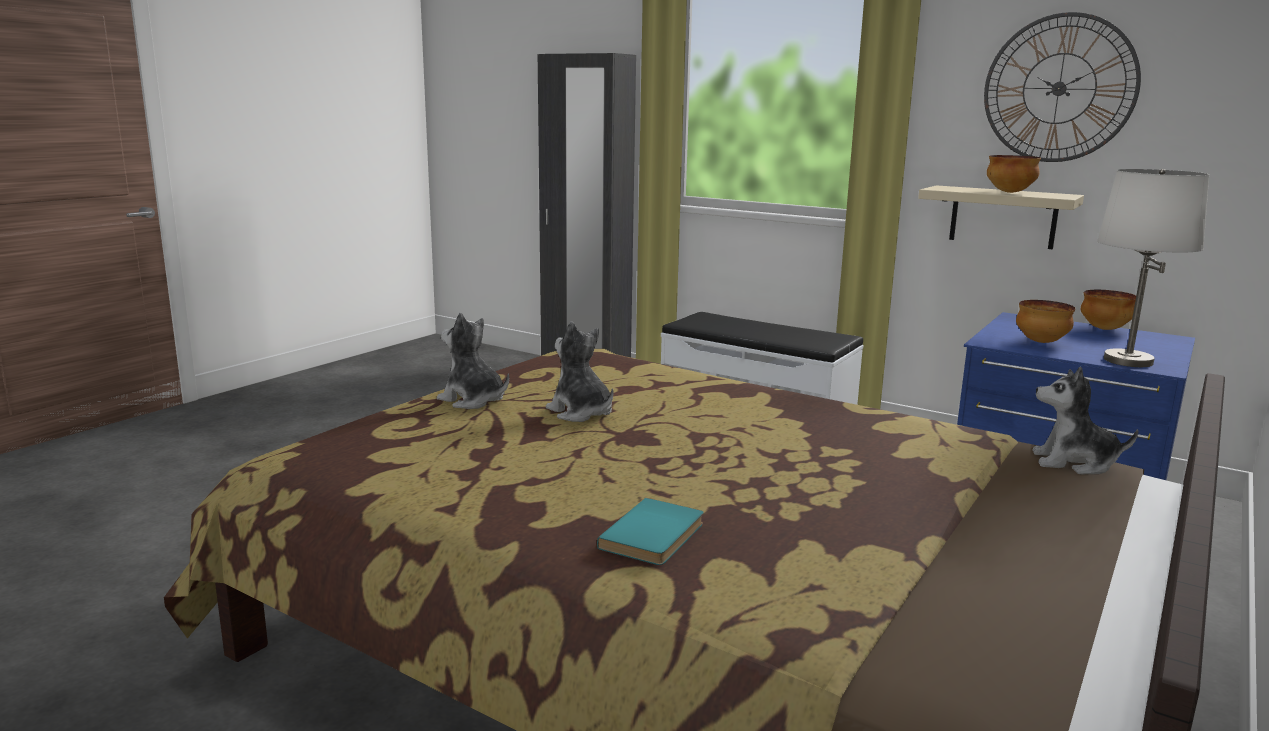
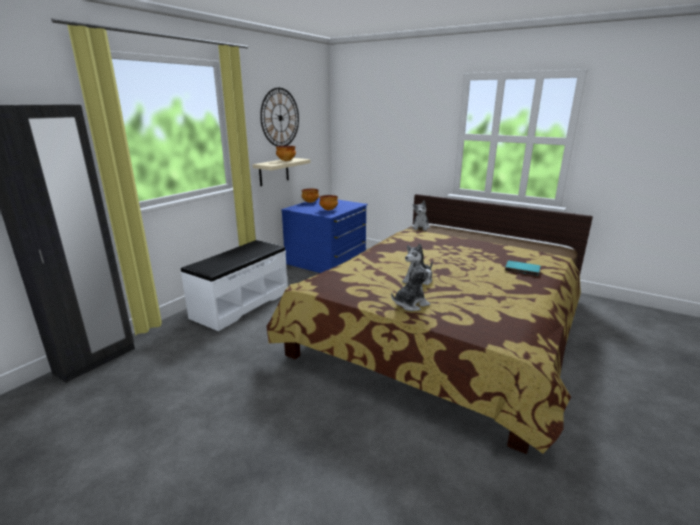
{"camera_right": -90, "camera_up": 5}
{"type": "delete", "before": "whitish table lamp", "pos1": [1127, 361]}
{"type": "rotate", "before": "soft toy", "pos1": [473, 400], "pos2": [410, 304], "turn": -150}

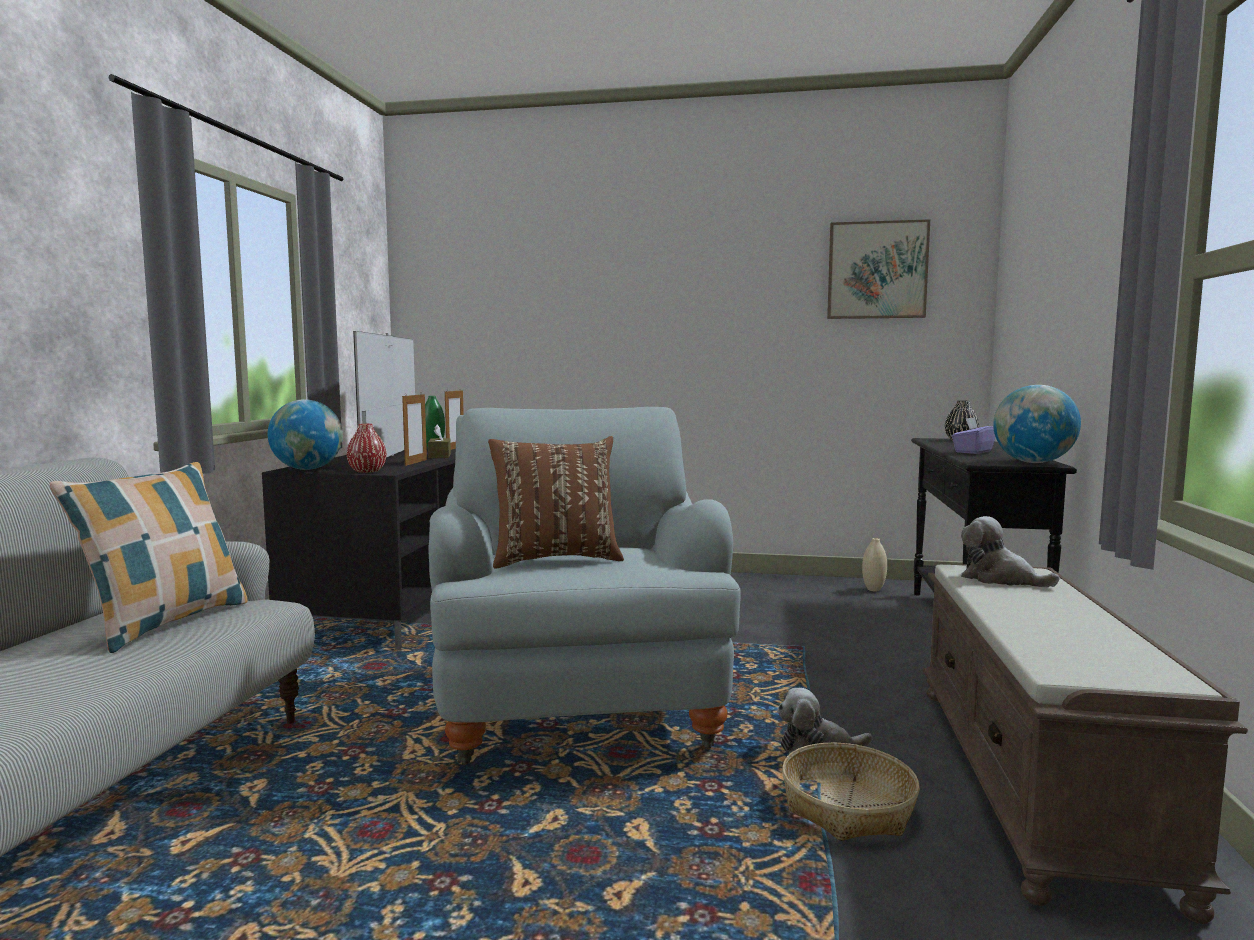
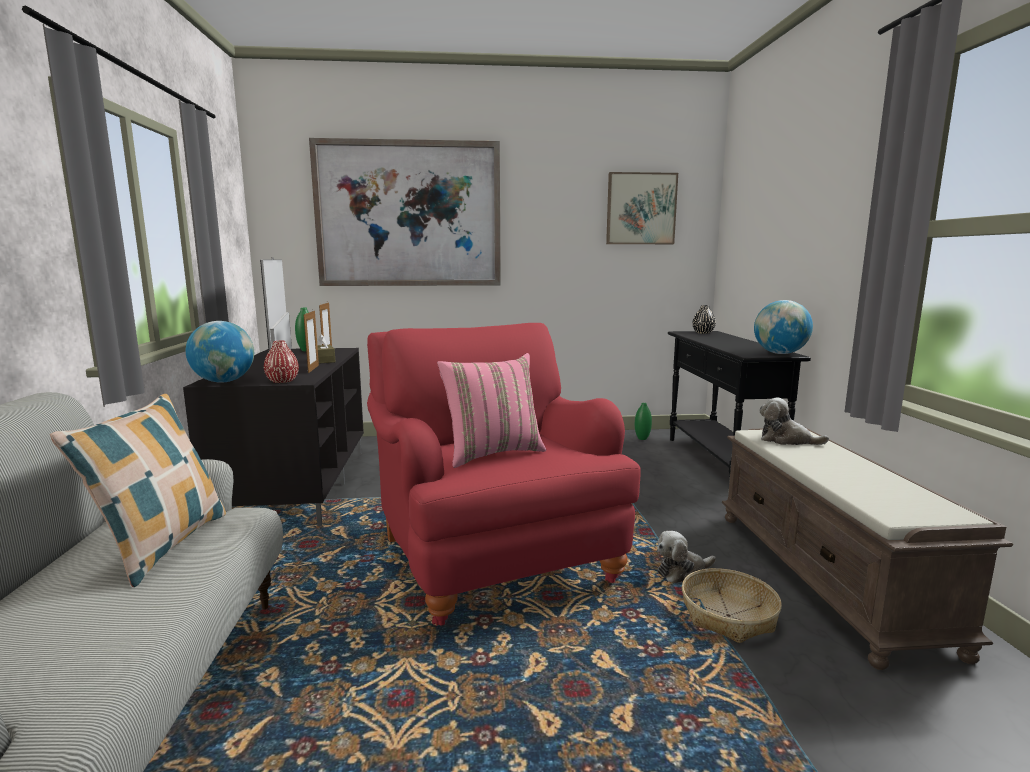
{"camera_right": -15, "camera_up": 5}
{"type": "recolor", "before": "grey easy chair", "after": "red easy chair", "pos1": [578, 700], "pos2": [491, 554]}
{"type": "delete", "before": "purplish tissue box", "pos1": [972, 452]}
{"type": "recolor", "before": "brown pillow", "after": "pink pillow", "pos1": [555, 559], "pos2": [492, 453]}
{"type": "recolor", "before": "beige-coloured decorative vase", "after": "green-coloured decorative vase", "pos1": [873, 589], "pos2": [642, 438]}
{"type": "insert", "after": "picture", "pos2": [409, 215]}

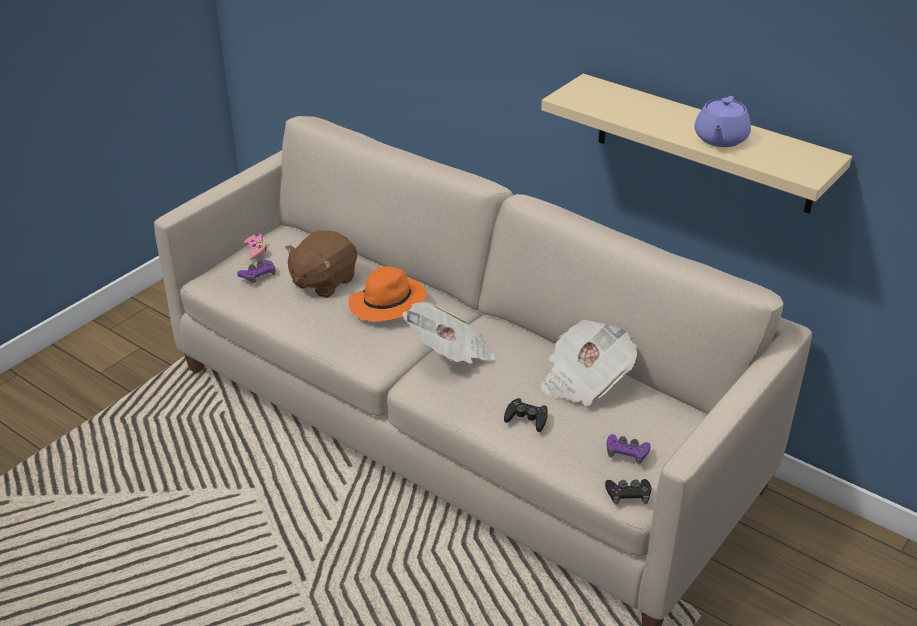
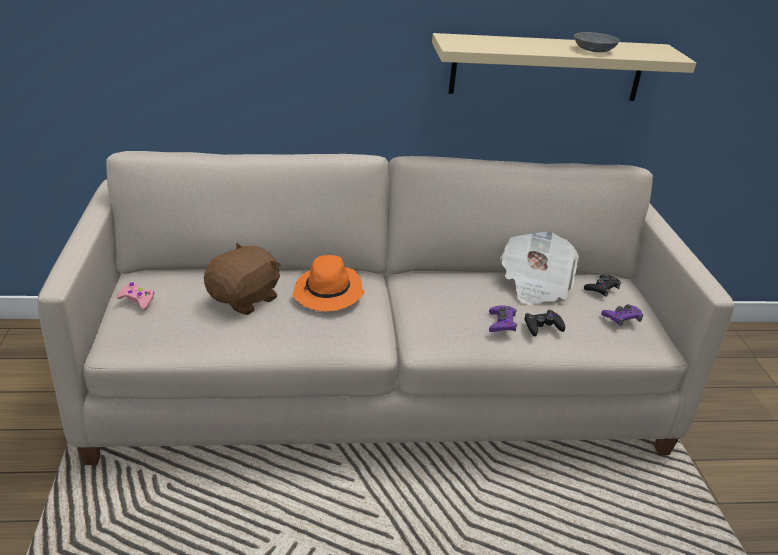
{"camera_right": -45, "camera_up": -5}
{"type": "replace", "before": "purplish pot for tea", "after": "grey serving bowl", "pos1": [720, 139], "pos2": [594, 50]}
{"type": "rotate", "before": "brown soft toy", "pos1": [323, 282], "pos2": [245, 299], "turn": -135}
{"type": "move", "before": "purplish game controller", "pos1": [258, 274], "pos2": [502, 323]}
{"type": "delete", "before": "daily paper", "pos1": [450, 353]}
{"type": "move", "before": "black-coloured game controller", "pos1": [628, 494], "pos2": [602, 288]}

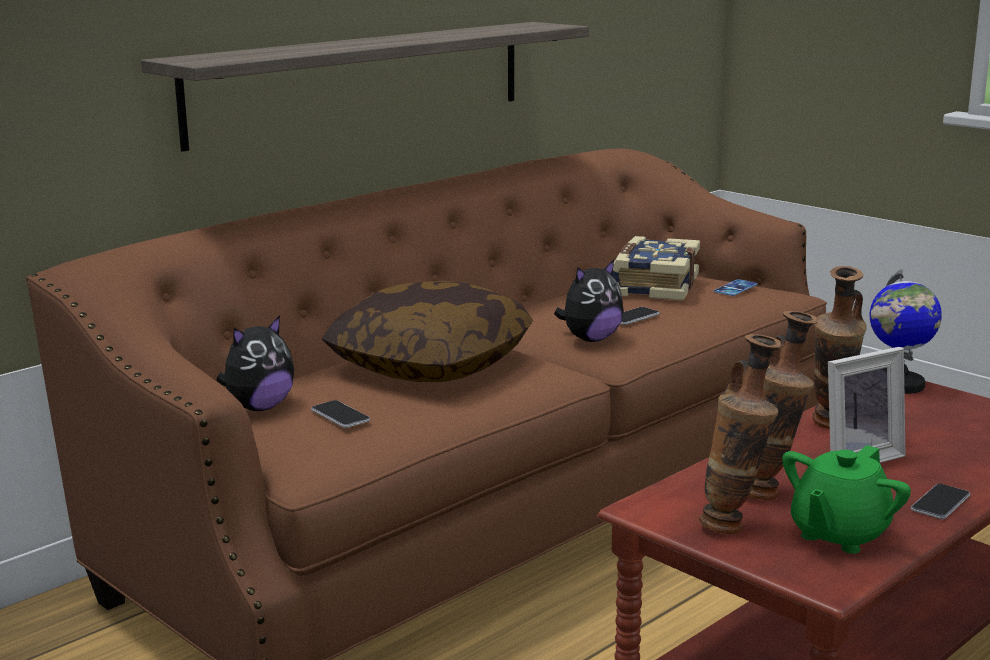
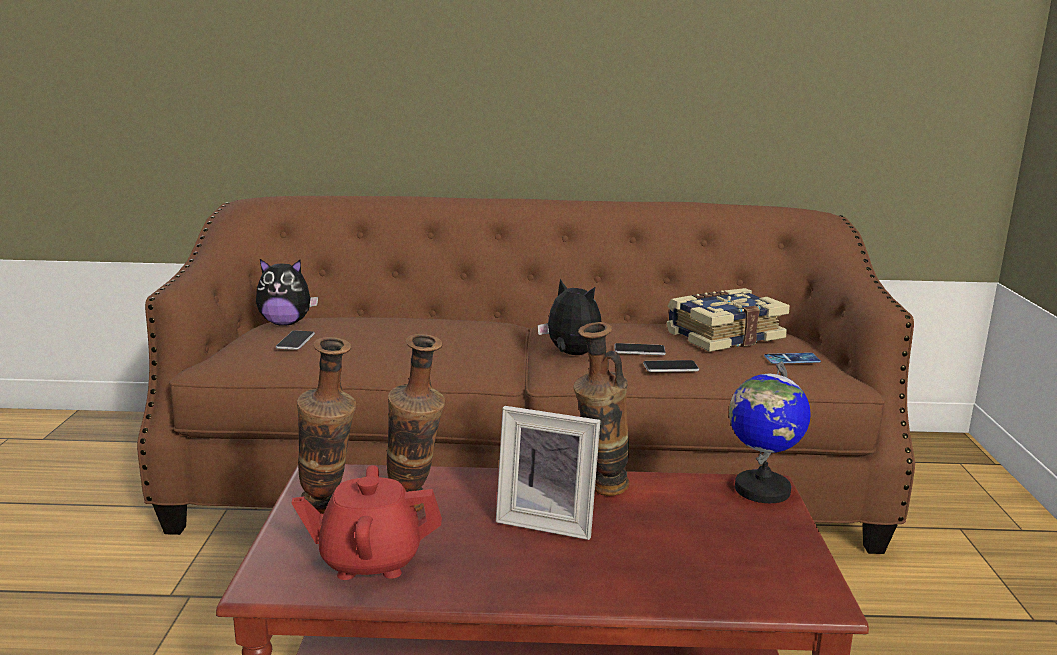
{"camera_right": 45, "camera_up": 0}
{"type": "delete", "before": "bracket shelf", "pos1": [362, 81]}
{"type": "rotate", "before": "soft toy", "pos1": [590, 339], "pos2": [571, 354], "turn": -150}
{"type": "delete", "before": "pillow", "pos1": [430, 364]}
{"type": "recolor", "before": "green-coloured pot for tea", "after": "red pot for tea", "pos1": [839, 534], "pos2": [370, 561]}
{"type": "move", "before": "telephone", "pos1": [940, 503], "pos2": [670, 367]}

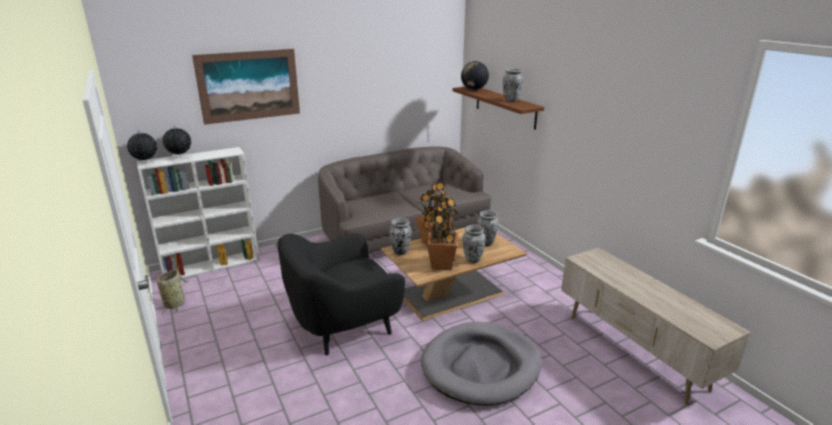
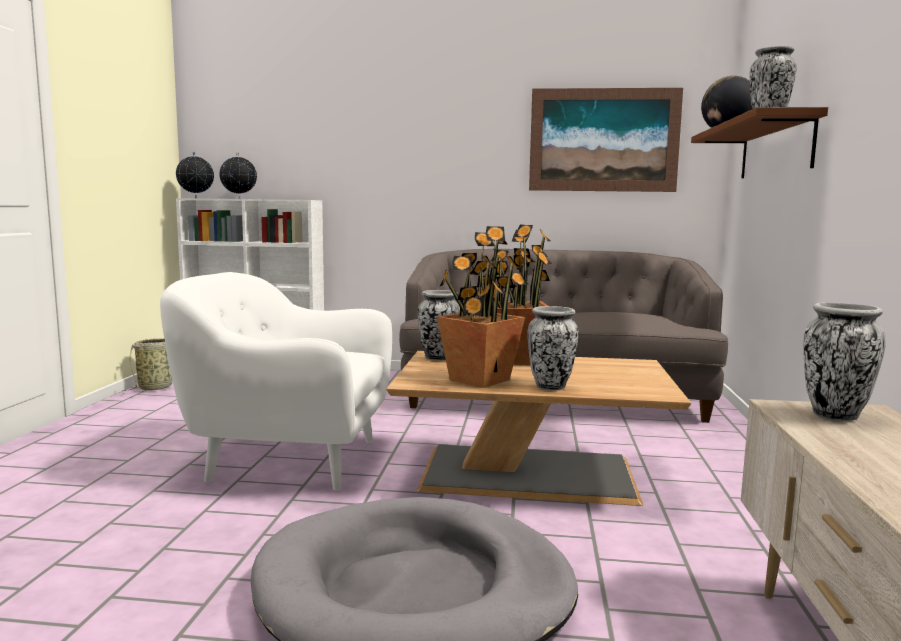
{"camera_right": 35, "camera_up": -15}
{"type": "move", "before": "picture", "pos1": [249, 85], "pos2": [603, 140]}
{"type": "move", "before": "decorative vase", "pos1": [486, 243], "pos2": [834, 415]}
{"type": "recolor", "before": "black-coloured easy chair", "after": "whitish easy chair", "pos1": [343, 326], "pos2": [288, 459]}

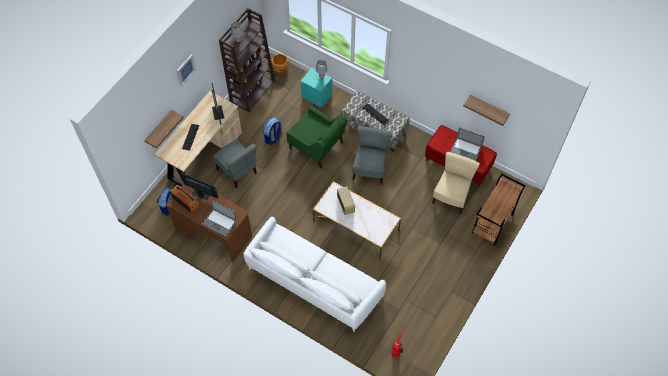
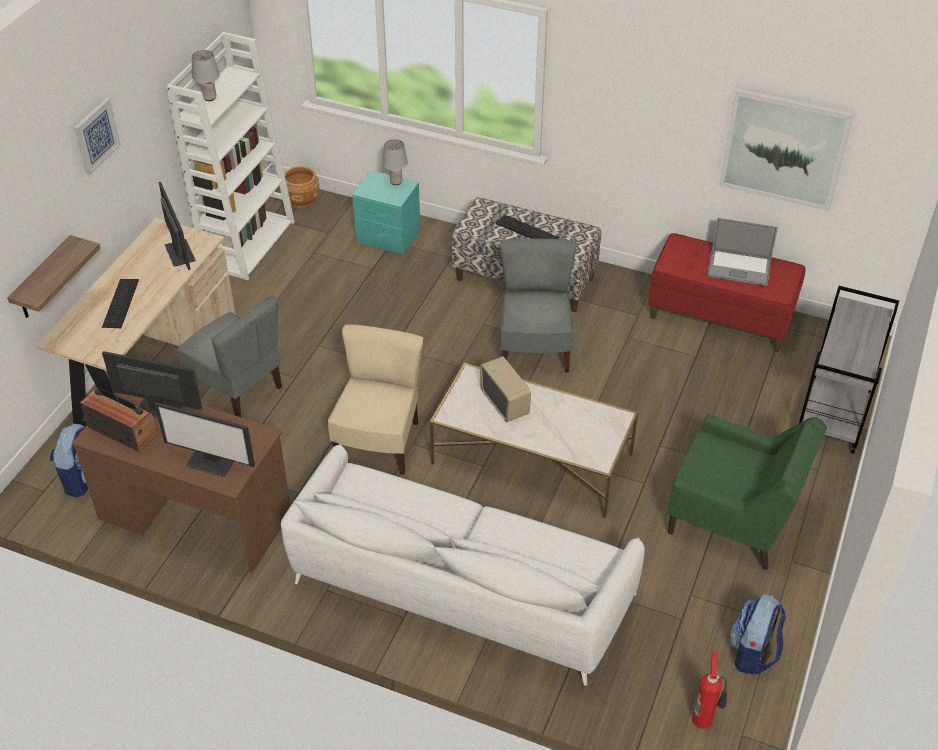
{"camera_right": -10, "camera_up": -15}
{"type": "recolor", "before": "brown bookshelf", "after": "whitish bookshelf", "pos1": [252, 91], "pos2": [248, 243]}
{"type": "replace", "before": "bracket shelf", "after": "picture", "pos1": [488, 108], "pos2": [784, 149]}
{"type": "move", "before": "green-coloured easy chair", "pos1": [317, 146], "pos2": [734, 518]}
{"type": "move", "before": "knapsack", "pos1": [273, 137], "pos2": [753, 653]}
{"type": "move", "before": "beige-coloured upright chair", "pos1": [451, 196], "pos2": [379, 442]}
{"type": "recolor", "before": "brown trolley", "after": "grey trolley", "pos1": [492, 224], "pos2": [834, 414]}
{"type": "replace", "before": "laptop", "after": "computer screen", "pos1": [219, 222], "pos2": [212, 461]}

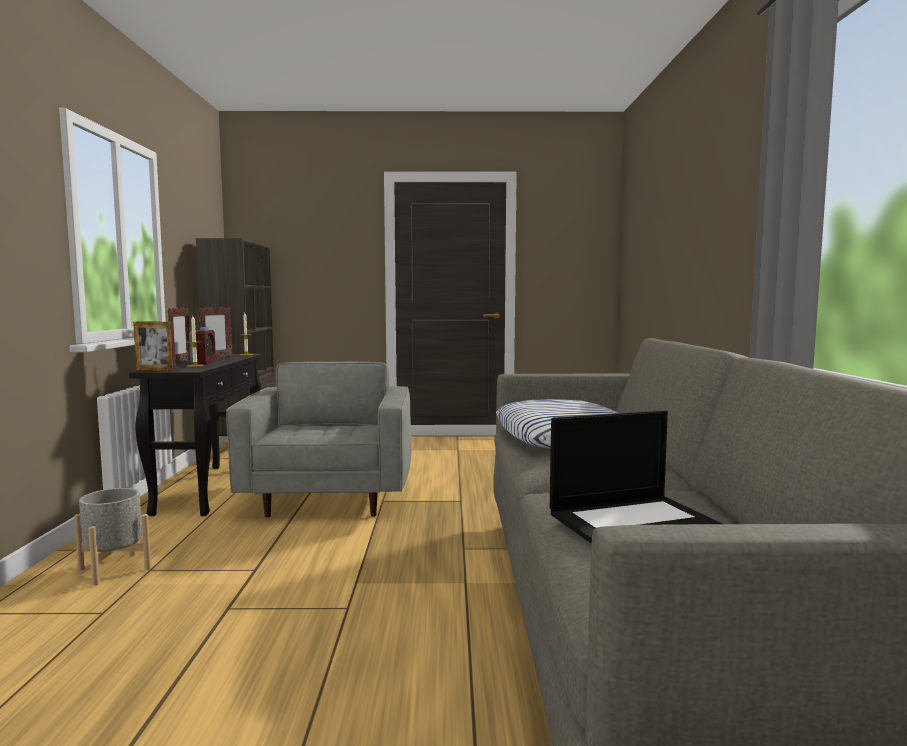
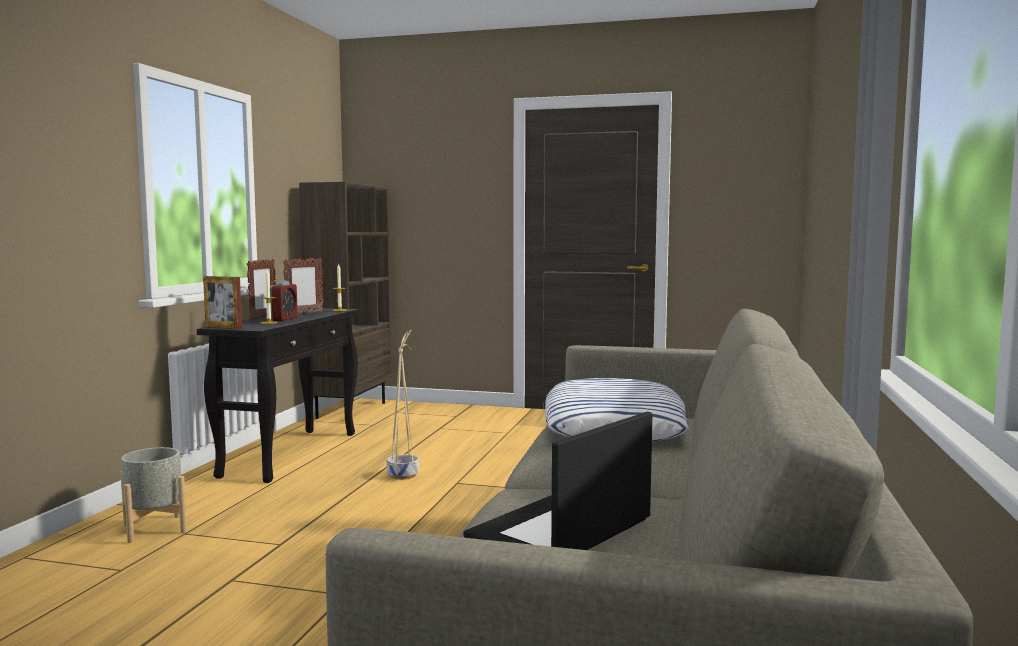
{"camera_right": 15, "camera_up": 0}
{"type": "replace", "before": "grey easy chair", "after": "beige-coloured plant pot", "pos1": [330, 498], "pos2": [403, 475]}
{"type": "rotate", "before": "laptop", "pos1": [634, 521], "pos2": [560, 530], "turn": 135}

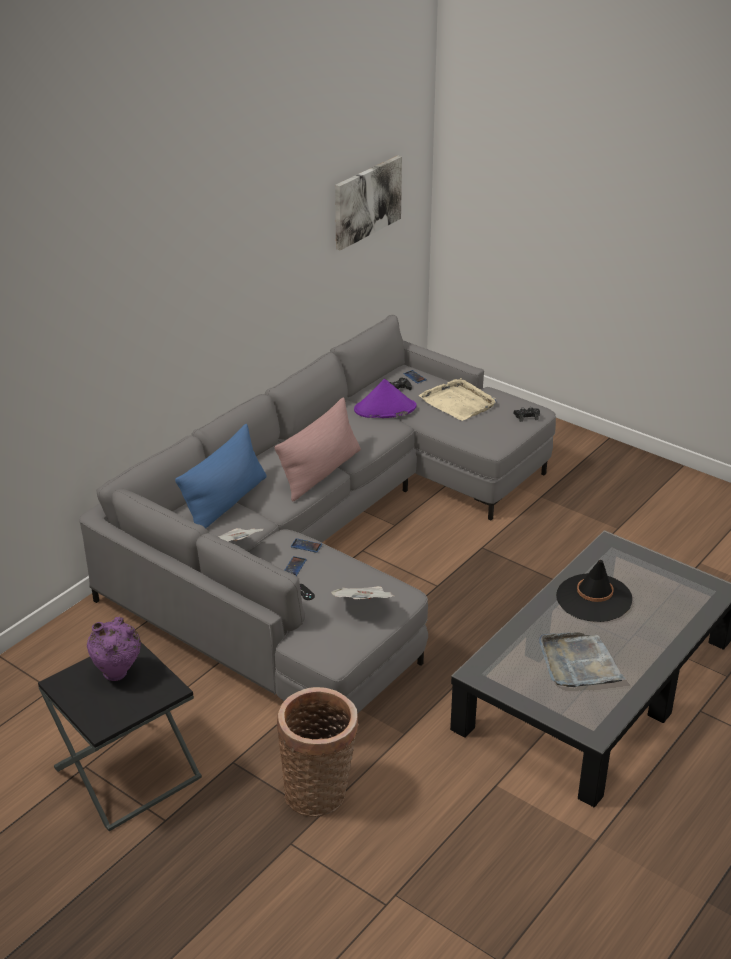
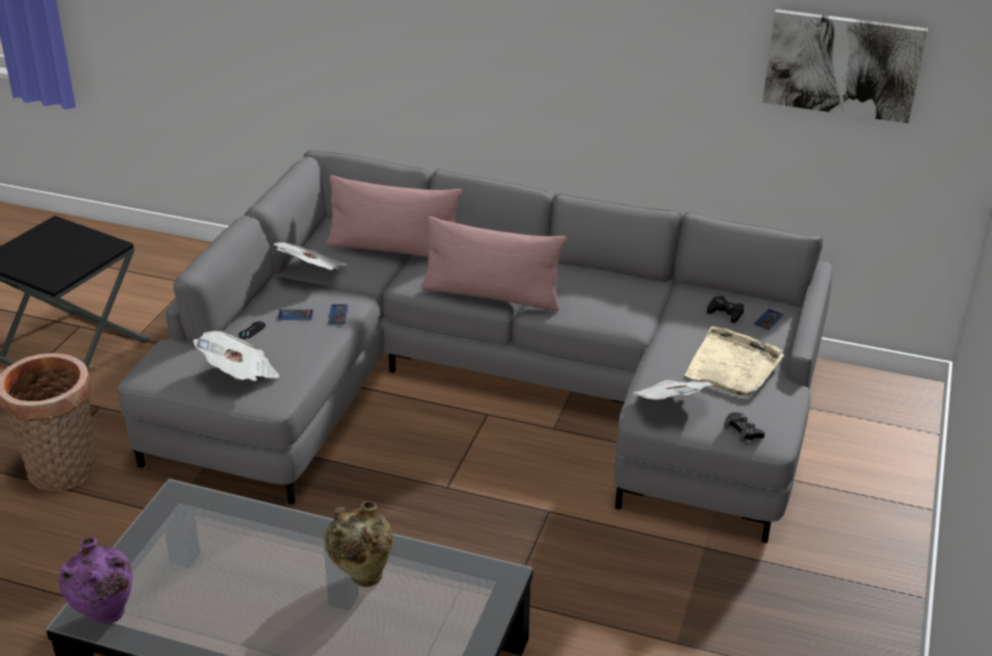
{"camera_right": 70, "camera_up": 0}
{"type": "delete", "before": "purplish wearable hat", "pos1": [385, 409]}
{"type": "recolor", "before": "bluish pillow", "after": "pink pillow", "pos1": [226, 503], "pos2": [393, 249]}
{"type": "replace", "before": "black-coloured wearable hat", "after": "beige-coloured decorative vase", "pos1": [593, 598], "pos2": [361, 577]}
{"type": "move", "before": "purplish decorative vase", "pos1": [118, 675], "pos2": [105, 617]}
{"type": "delete", "before": "grey serving tray", "pos1": [578, 663]}
{"type": "insert", "after": "daily paper", "pos2": [670, 405]}

